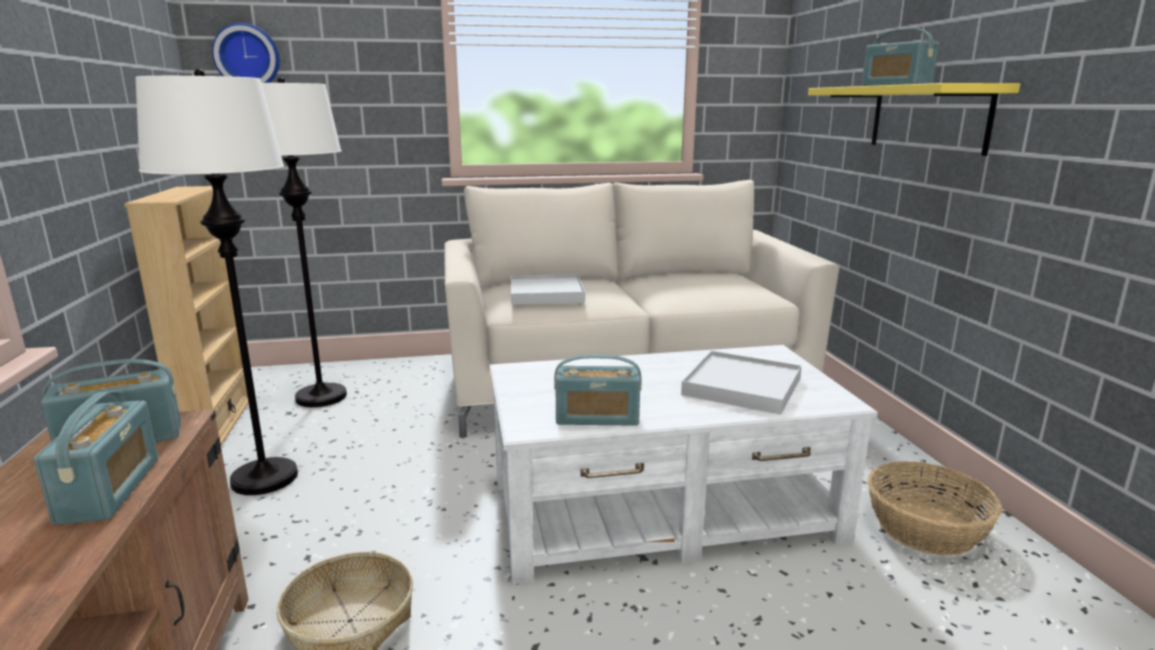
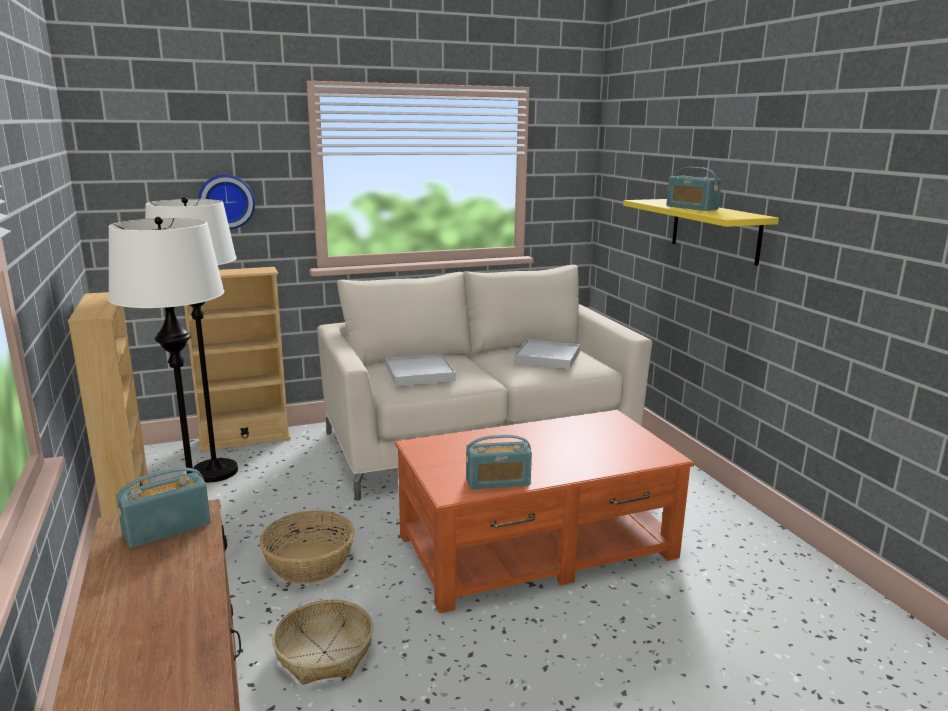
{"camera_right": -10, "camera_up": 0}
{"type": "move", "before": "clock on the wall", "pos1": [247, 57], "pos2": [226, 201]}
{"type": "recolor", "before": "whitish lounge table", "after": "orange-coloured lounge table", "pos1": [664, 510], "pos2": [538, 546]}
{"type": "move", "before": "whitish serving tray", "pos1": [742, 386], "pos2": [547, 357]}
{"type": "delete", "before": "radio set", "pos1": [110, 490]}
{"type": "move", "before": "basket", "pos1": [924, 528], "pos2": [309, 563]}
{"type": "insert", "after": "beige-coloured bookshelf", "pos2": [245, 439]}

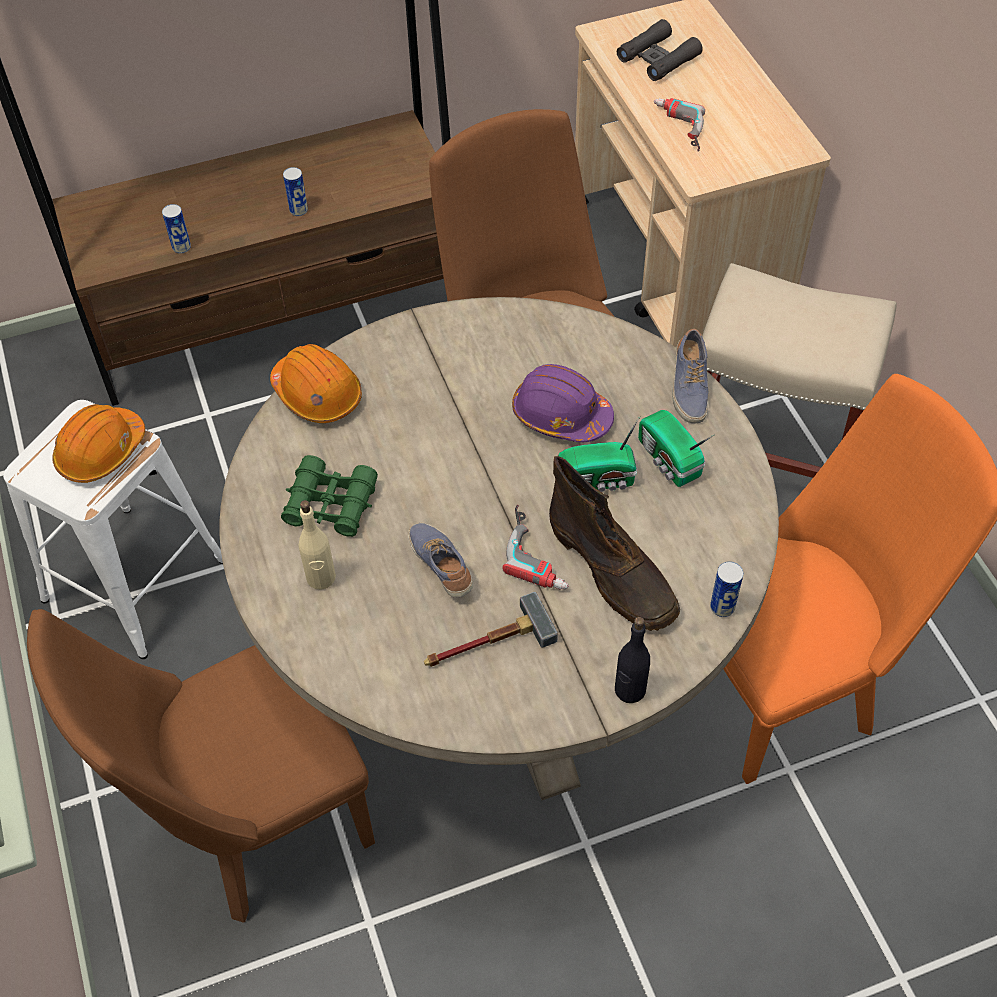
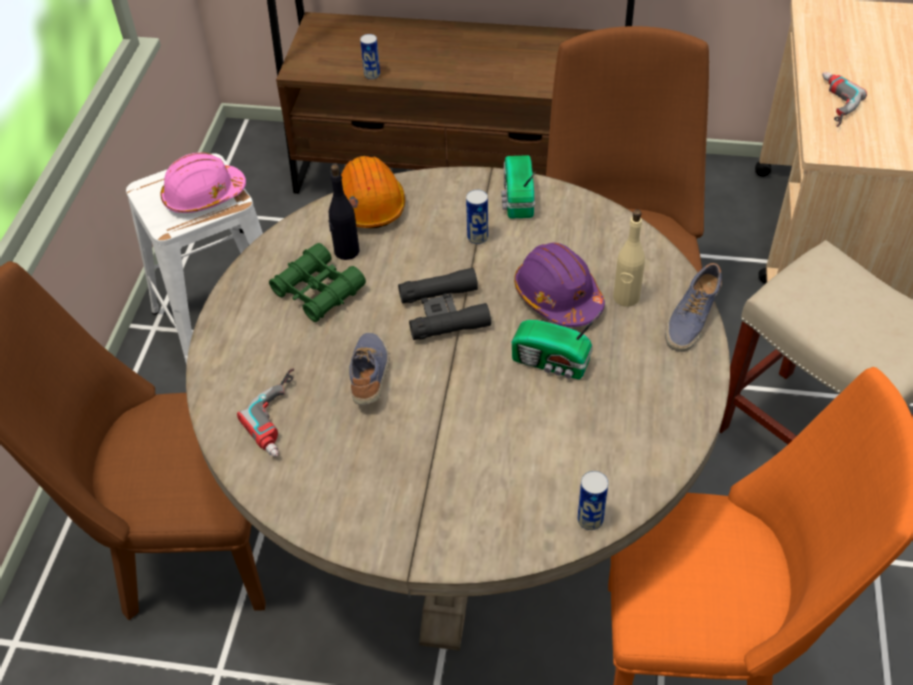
{"camera_right": 30, "camera_up": -5}
{"type": "move", "before": "black-coloured pair of binoculars", "pos1": [658, 58], "pos2": [444, 311]}
{"type": "move", "before": "metal can", "pos1": [298, 210], "pos2": [477, 237]}
{"type": "recolor", "before": "orange-coloured safety helmet", "after": "pink safety helmet", "pos1": [101, 452], "pos2": [204, 196]}
{"type": "move", "before": "radio set", "pos1": [669, 461], "pos2": [517, 199]}
{"type": "delete", "before": "brown tall boot", "pos1": [613, 571]}
{"type": "move", "before": "beige-coloured drink bottle", "pos1": [321, 578], "pos2": [626, 297]}
{"type": "move", "before": "drill", "pos1": [540, 552], "pos2": [283, 417]}
{"type": "delete", "before": "hammer", "pos1": [486, 644]}
{"type": "move", "before": "black-coloured drink bottle", "pos1": [629, 690], "pos2": [346, 251]}

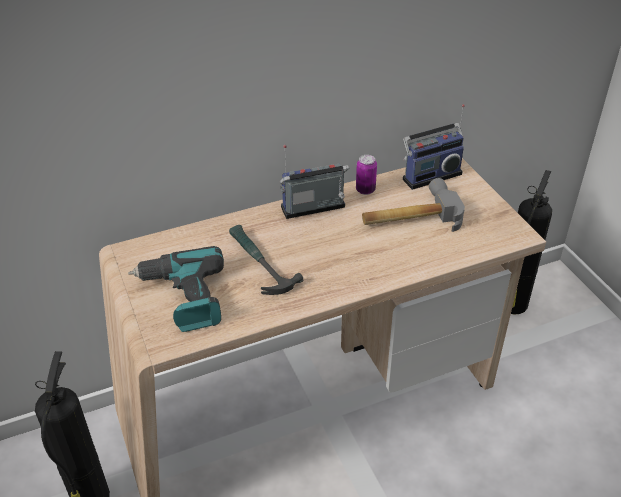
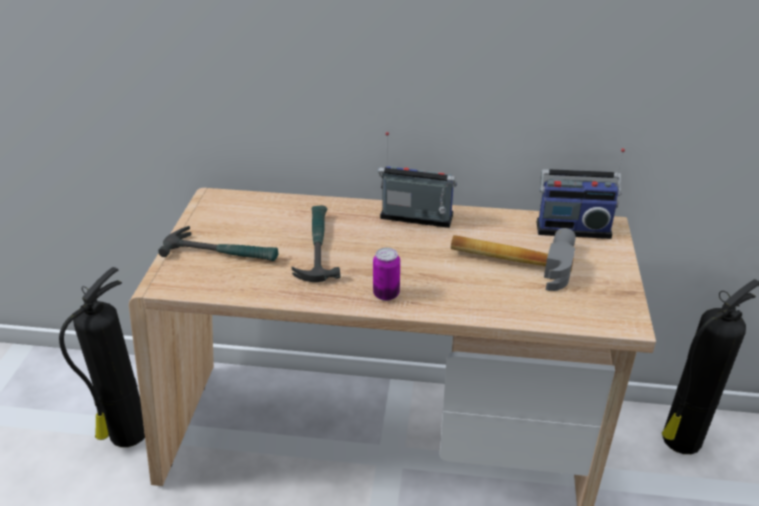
{"camera_right": 30, "camera_up": -5}
{"type": "move", "before": "metal can", "pos1": [365, 190], "pos2": [386, 294]}
{"type": "replace", "before": "drill", "after": "hammer", "pos1": [184, 298], "pos2": [222, 253]}

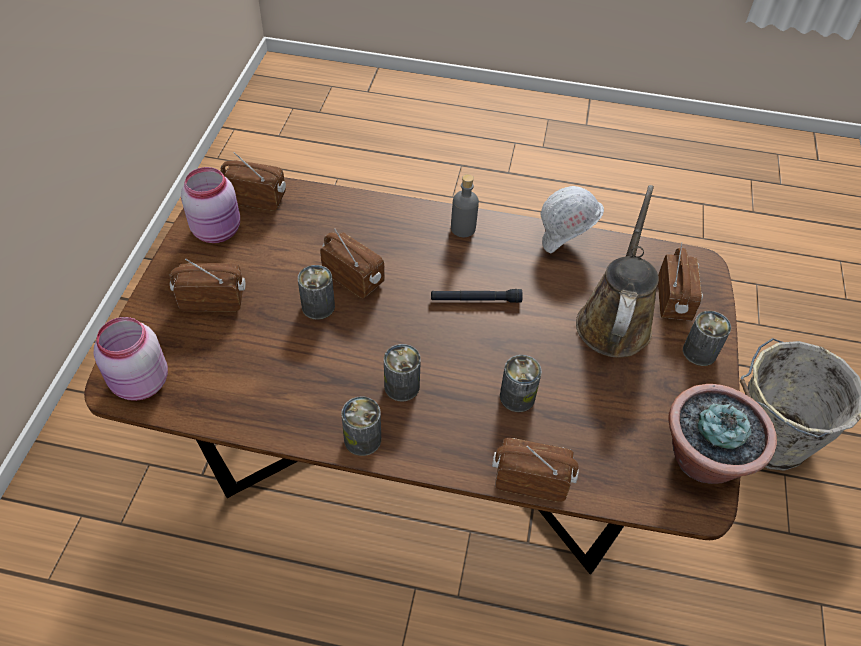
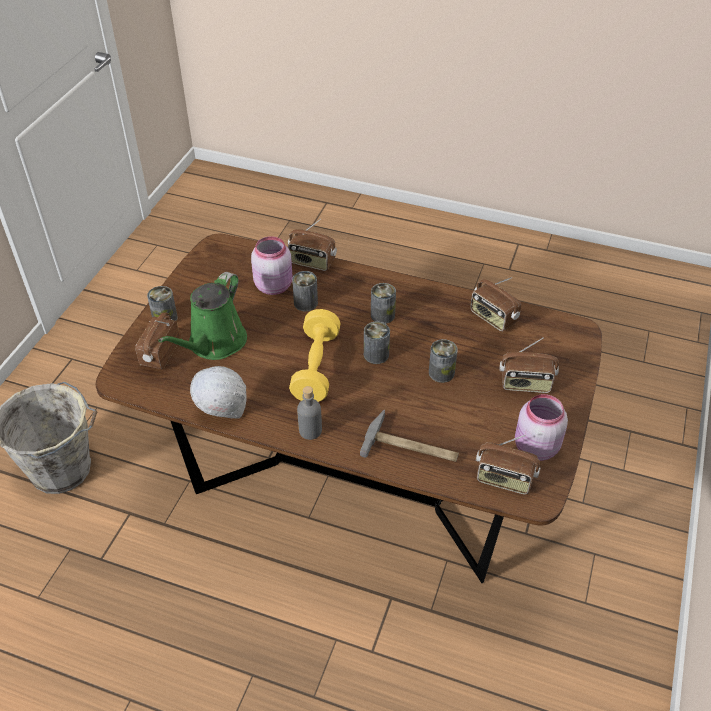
{"camera_right": -170, "camera_up": -5}
{"type": "recolor", "before": "brown watering can", "after": "green-coloured watering can", "pos1": [614, 320], "pos2": [214, 344]}
{"type": "move", "before": "radio set", "pos1": [354, 278], "pos2": [493, 318]}
{"type": "replace", "before": "black-coloured flashlight", "after": "yellowish dumbbell", "pos1": [475, 300], "pos2": [316, 367]}
{"type": "move", "before": "pink jar", "pos1": [140, 384], "pos2": [274, 285]}
{"type": "delete", "before": "houseplant", "pos1": [703, 458]}
{"type": "move", "before": "metal can", "pos1": [362, 439], "pos2": [376, 354]}
{"type": "insert", "after": "hammer", "pos2": [412, 446]}

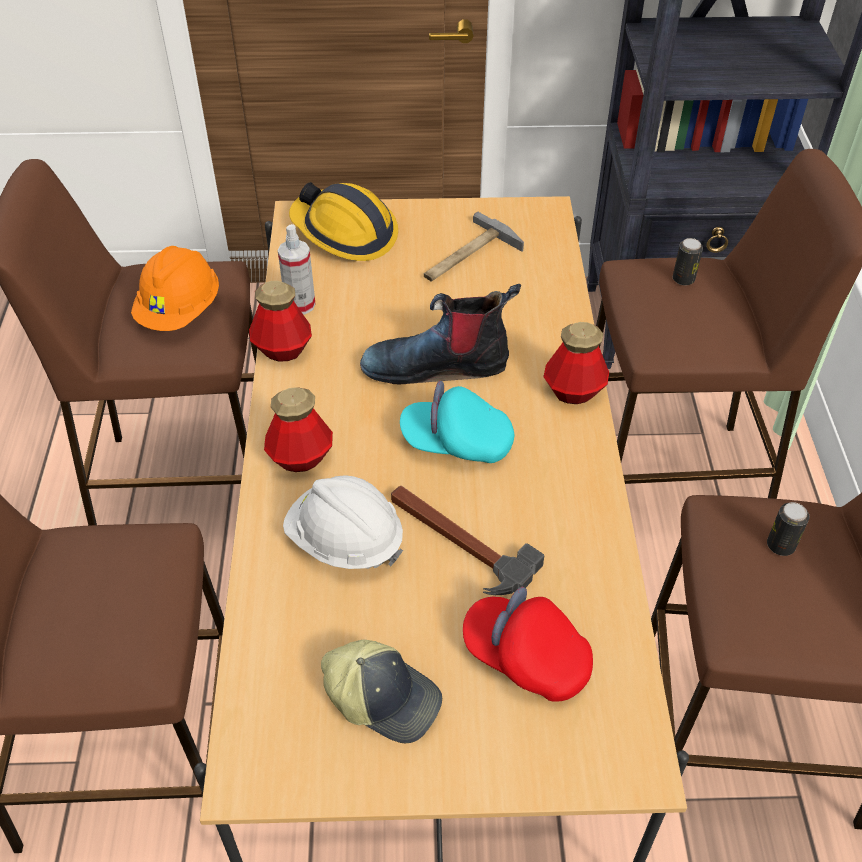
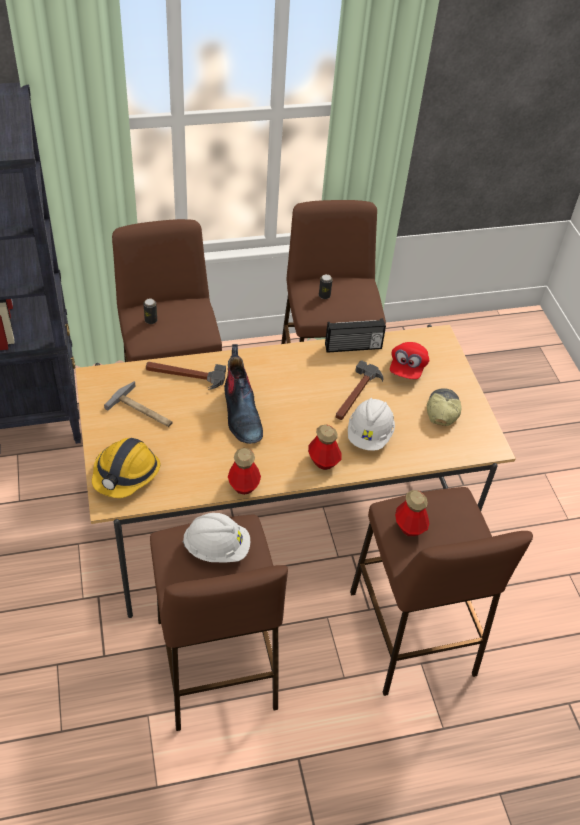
{"camera_right": -105, "camera_up": 0}
{"type": "delete", "before": "sprayer", "pos1": [300, 305]}
{"type": "recolor", "before": "orange-coloured safety helmet", "after": "whitish safety helmet", "pos1": [180, 311], "pos2": [217, 548]}
{"type": "move", "before": "drink bottle", "pos1": [573, 392], "pos2": [409, 527]}
{"type": "delete", "before": "turquoise-coloured cap", "pos1": [456, 442]}
{"type": "insert", "after": "radio set", "pos2": [353, 347]}
{"type": "insert", "after": "hammer", "pos2": [185, 375]}

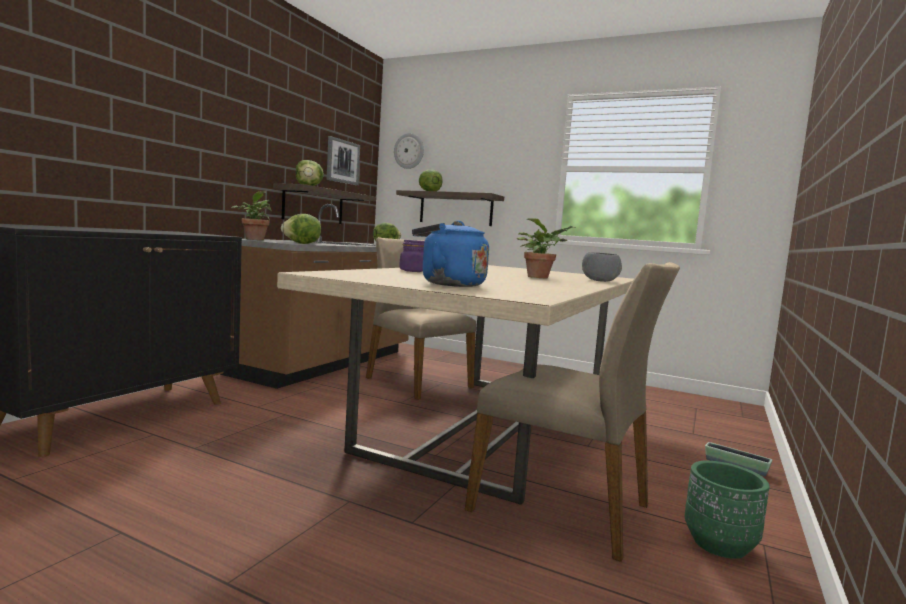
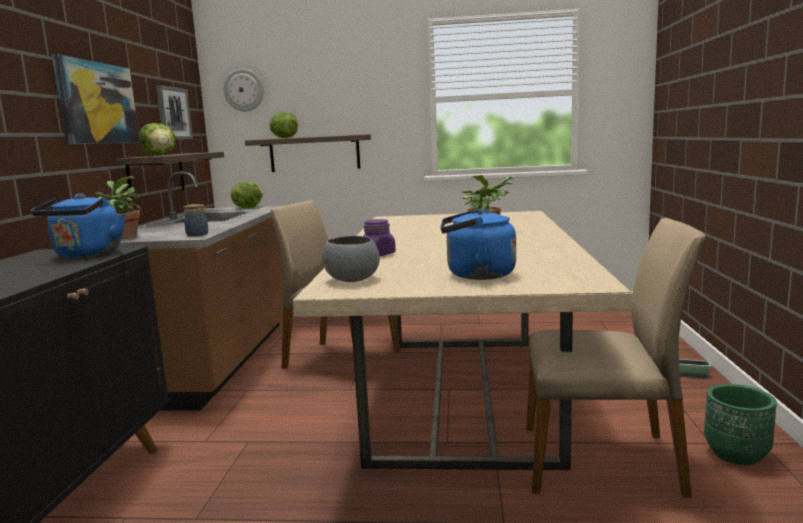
{"camera_right": -20, "camera_up": 5}
{"type": "replace", "before": "lettuce head", "after": "jar", "pos1": [302, 243], "pos2": [198, 234]}
{"type": "move", "before": "grey serving bowl", "pos1": [599, 281], "pos2": [352, 280]}
{"type": "insert", "after": "picture", "pos2": [97, 103]}
{"type": "insert", "after": "bluish water kettle", "pos2": [86, 255]}

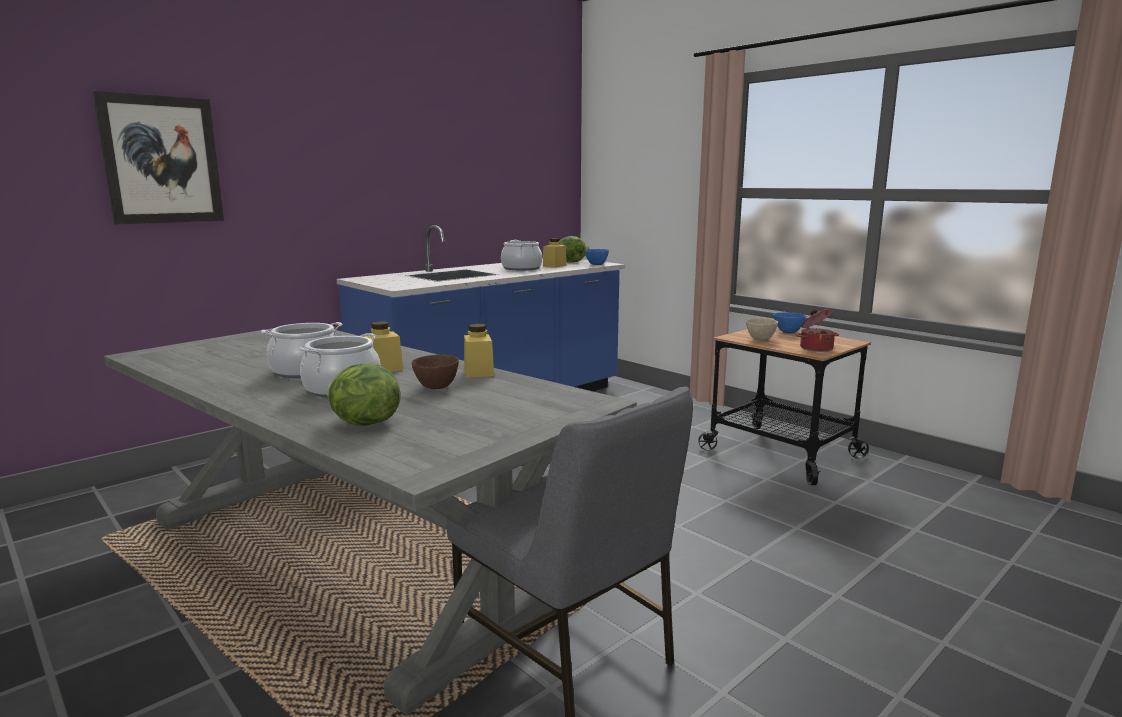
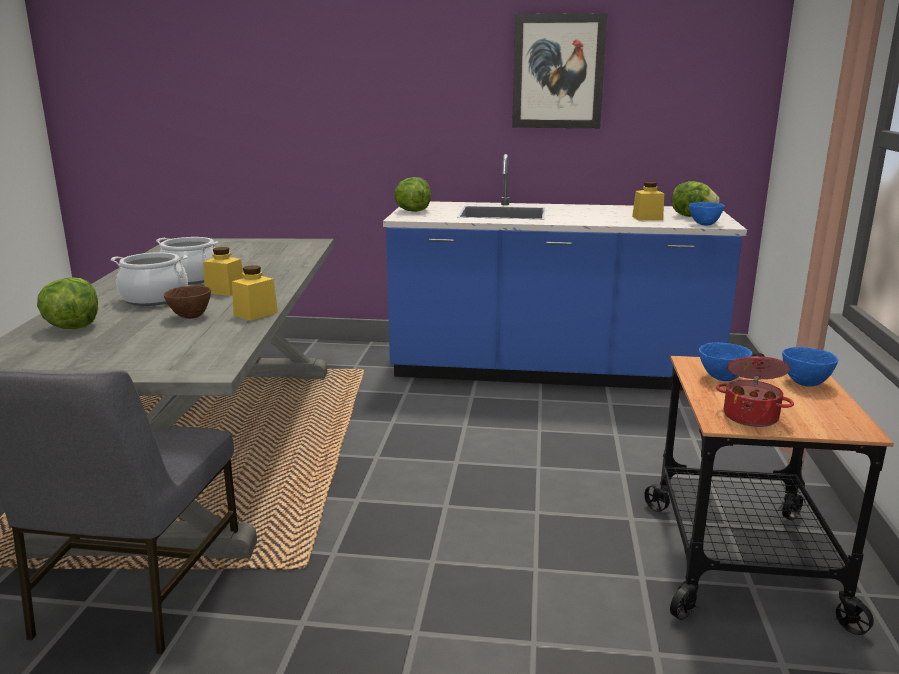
{"camera_right": 50, "camera_up": 5}
{"type": "move", "before": "picture", "pos1": [161, 160], "pos2": [558, 72]}
{"type": "delete", "before": "saucepot", "pos1": [521, 268]}
{"type": "recolor", "before": "beige-coloured serving bowl", "after": "bluish serving bowl", "pos1": [761, 339], "pos2": [722, 378]}
{"type": "insert", "after": "lettuce head", "pos2": [412, 211]}

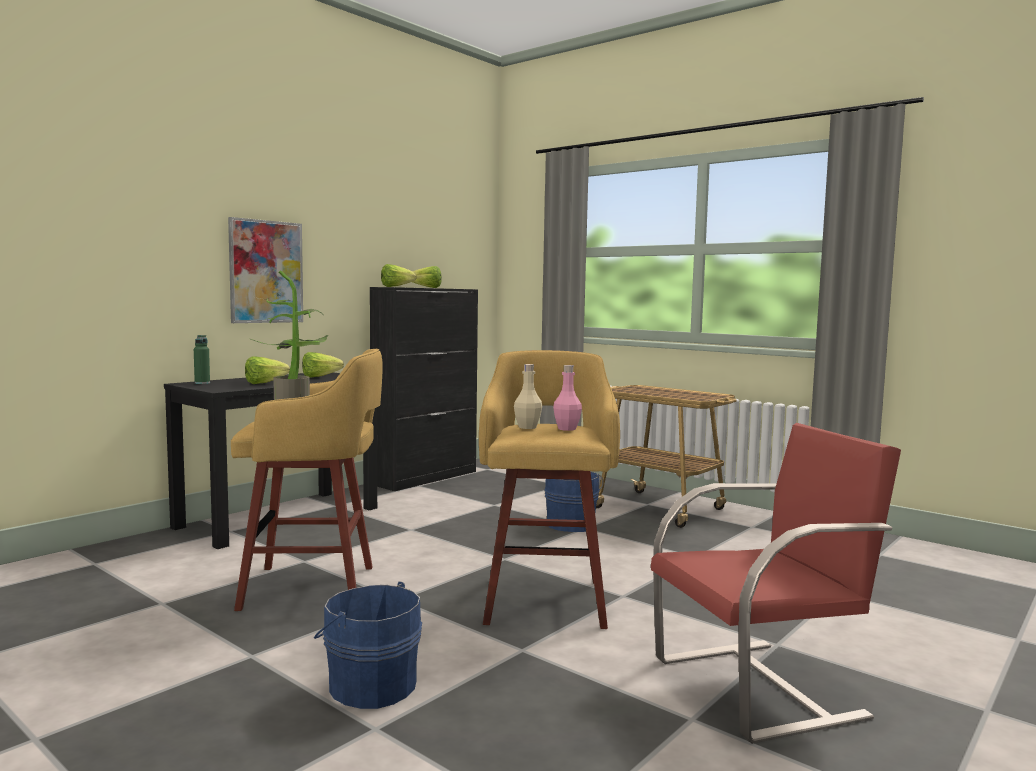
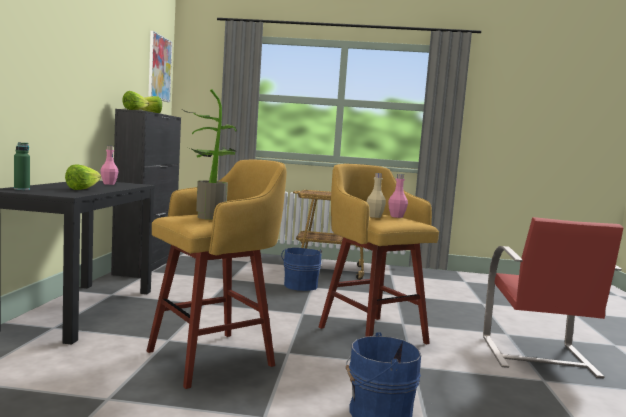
{"camera_right": -35, "camera_up": 0}
{"type": "move", "before": "picture", "pos1": [266, 272], "pos2": [159, 68]}
{"type": "replace", "before": "lettuce head", "after": "pink drink bottle", "pos1": [323, 377], "pos2": [109, 184]}
{"type": "rotate", "before": "red upright chair", "pos1": [761, 687], "pos2": [538, 356], "turn": 150}

